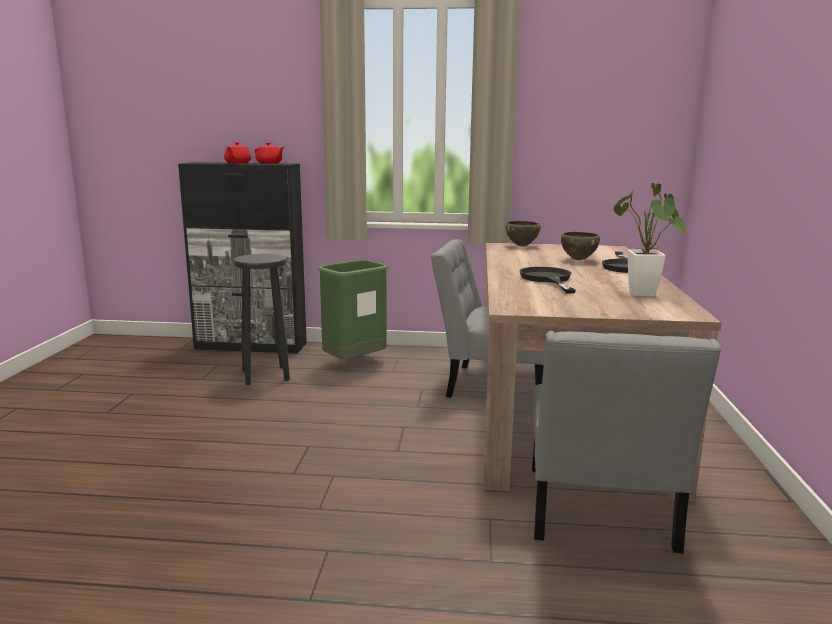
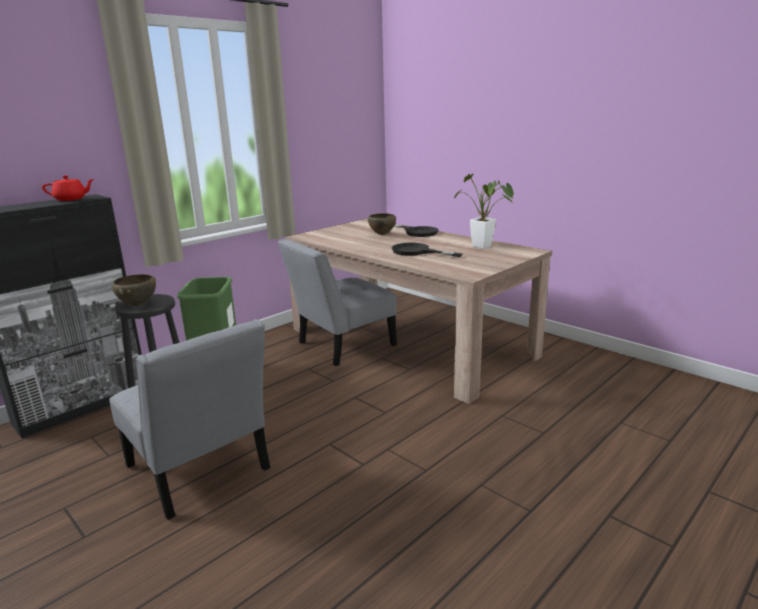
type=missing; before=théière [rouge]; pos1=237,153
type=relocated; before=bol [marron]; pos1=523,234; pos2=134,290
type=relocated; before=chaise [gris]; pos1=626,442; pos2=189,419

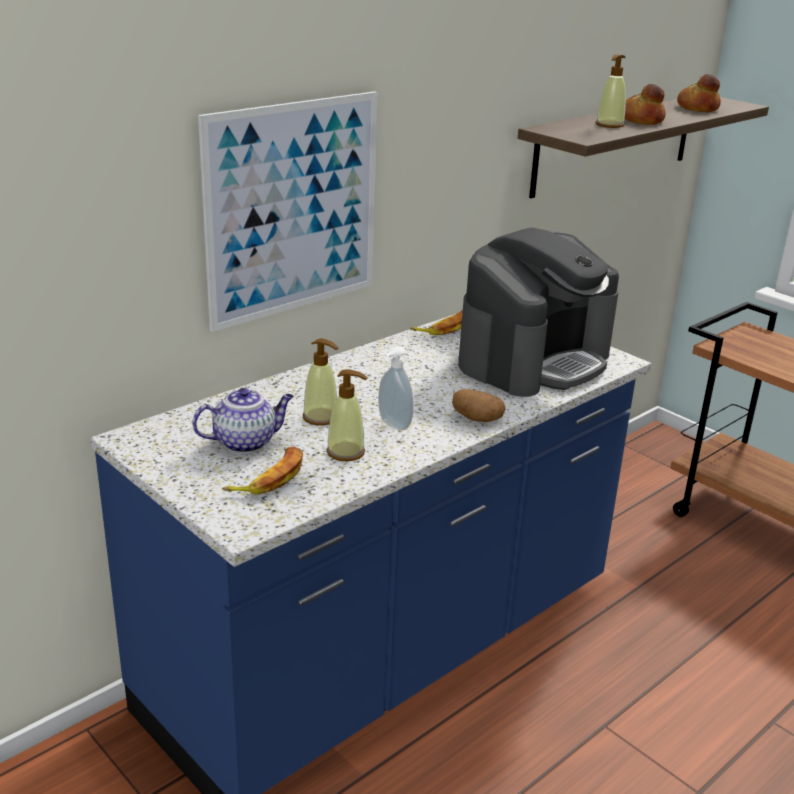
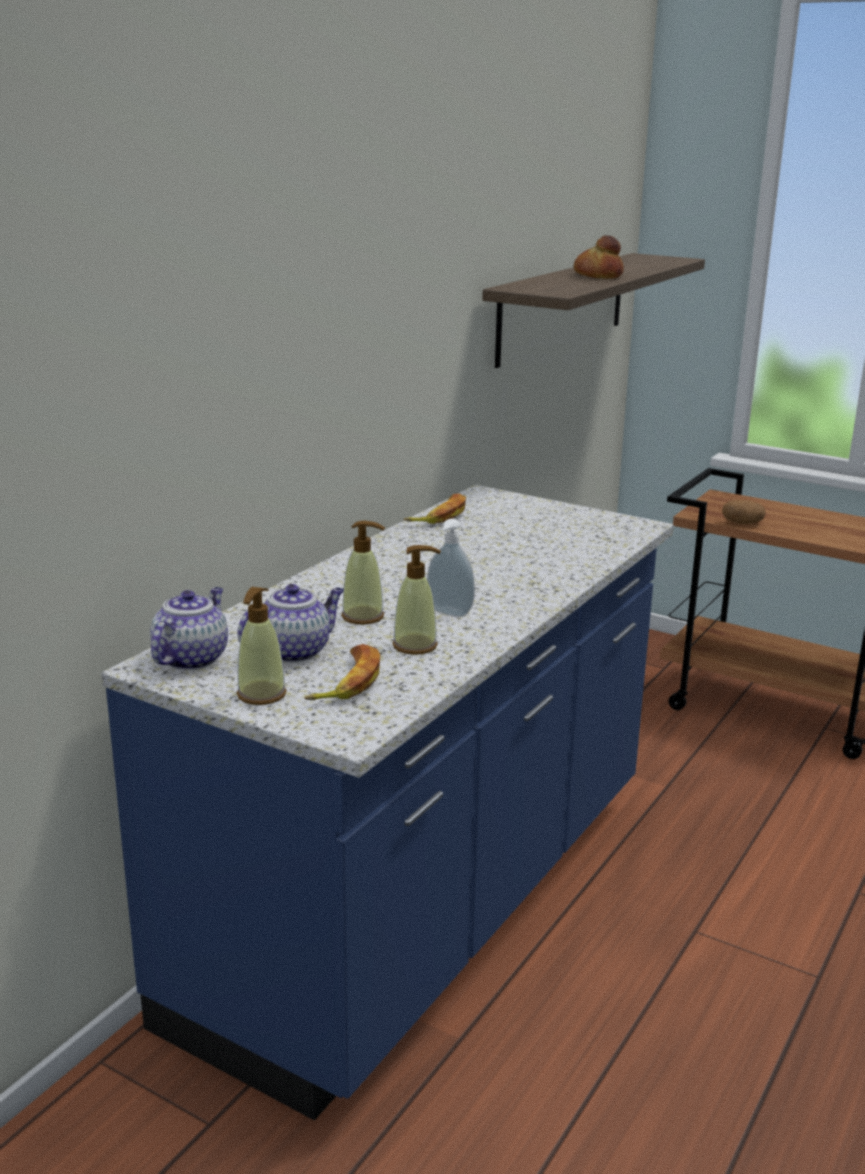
type=relocated; before=distributeur de savon; pos1=610,91; pos2=262,646
type=missing; before=pain; pos1=699,93
type=missing; before=tableau; pos1=287,211
type=missing; before=machine à café; pos1=538,312
type=relocated; before=pomme de terre; pos1=478,405; pos2=744,512
type=appeared; after=théière; pos2=189,628

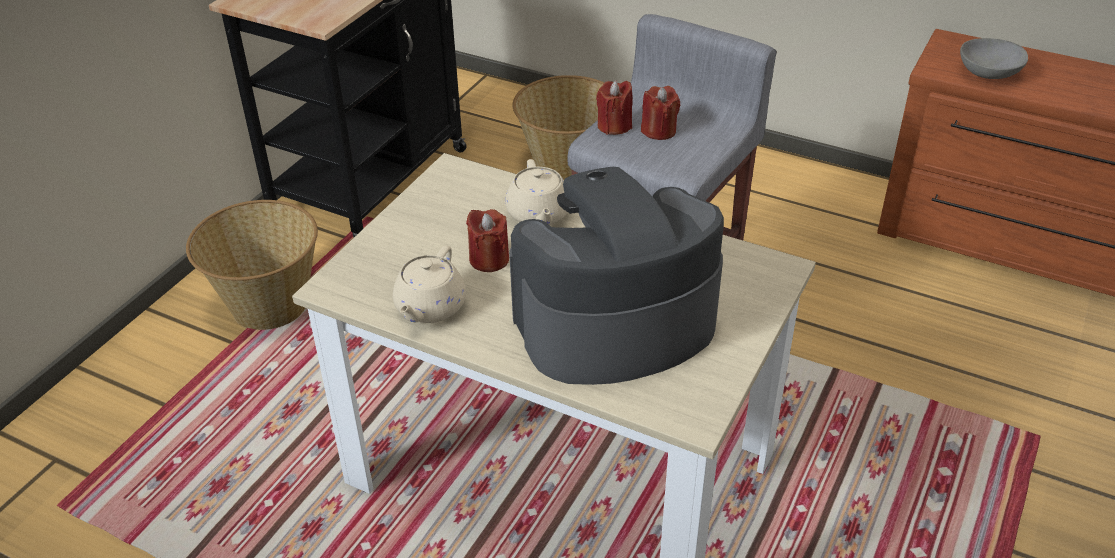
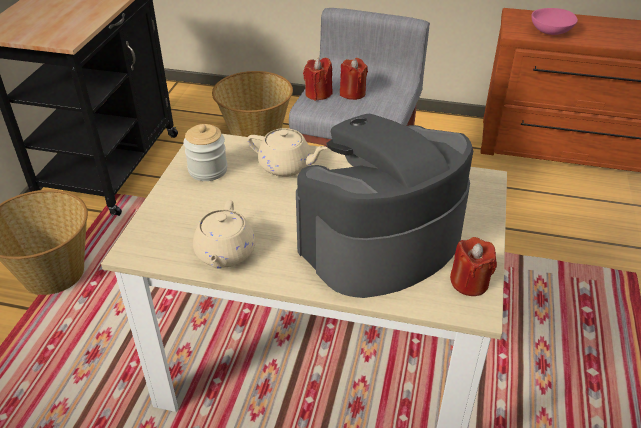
type=colour; before=bol [gris]; after=bol [rose]; pos1=994,58; pos2=554,21
type=spun; before=théière [beige]; pos1=536,192; pos2=287,152; turn=-45
type=relocated; before=bougie [rouge]; pos1=487,240; pos2=473,266
type=appeared; after=bocal; pos2=205,152

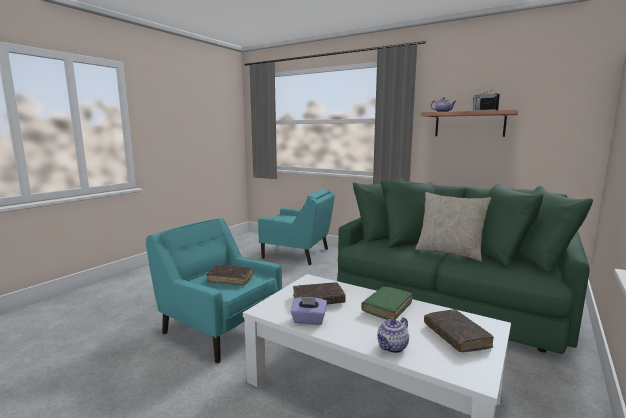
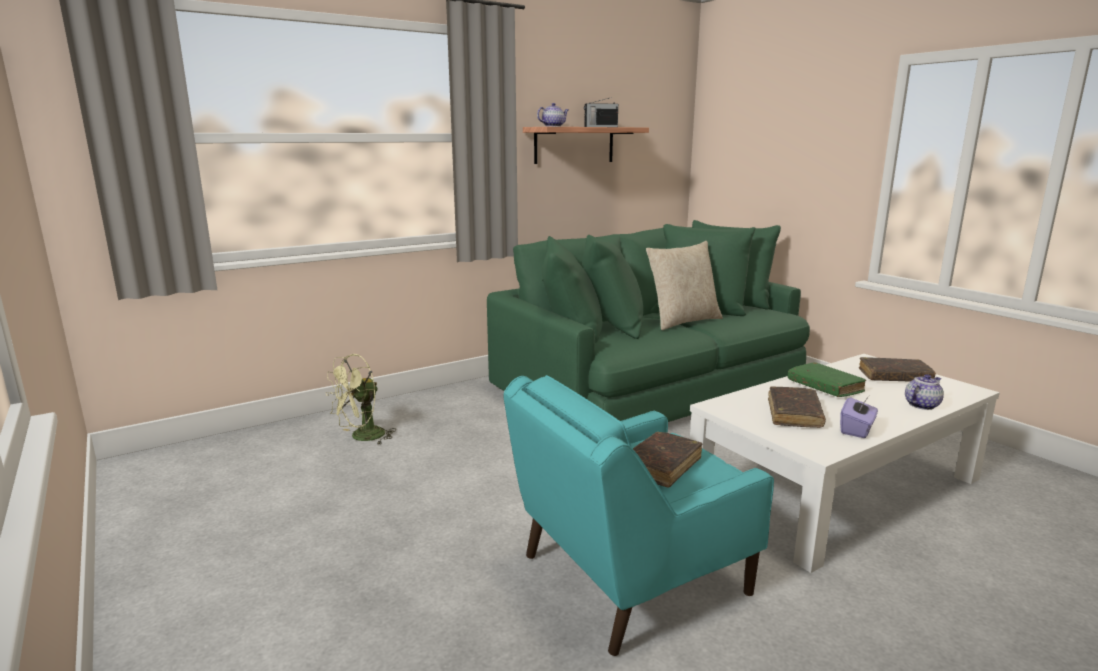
type=exchanged; before=fauteuil [turquoise]; after=ventilateur [vert]; pos1=296,227; pos2=361,399
type=spun; before=théière; pos1=393,335; pos2=924,392; turn=-105

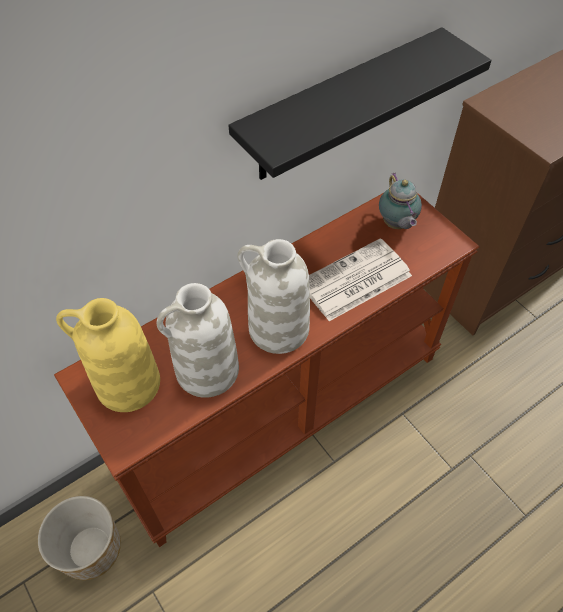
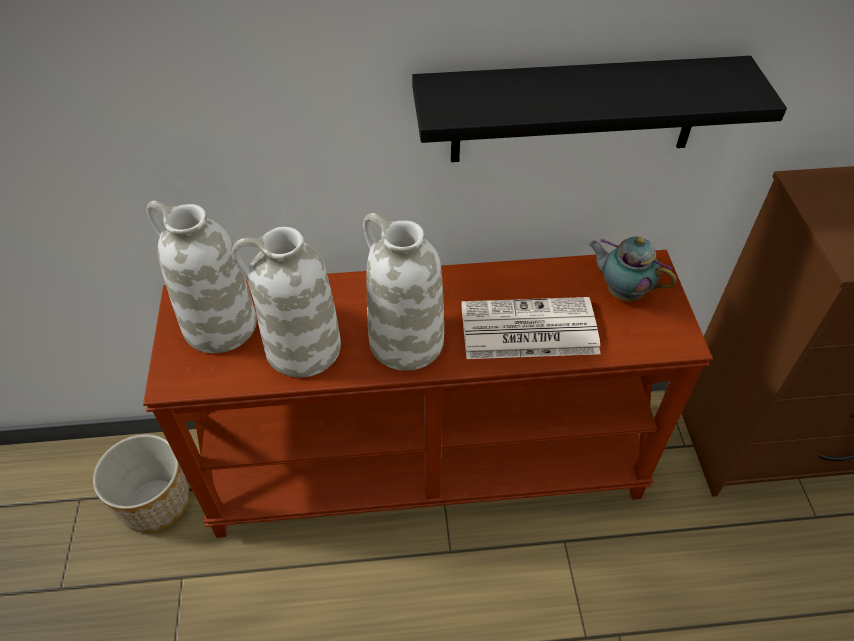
type=spun; before=théière; pos1=400,200; pos2=632,269; turn=105
type=colour; before=vase [jaune]; after=vase [blanc]; pos1=108,355; pos2=202,277

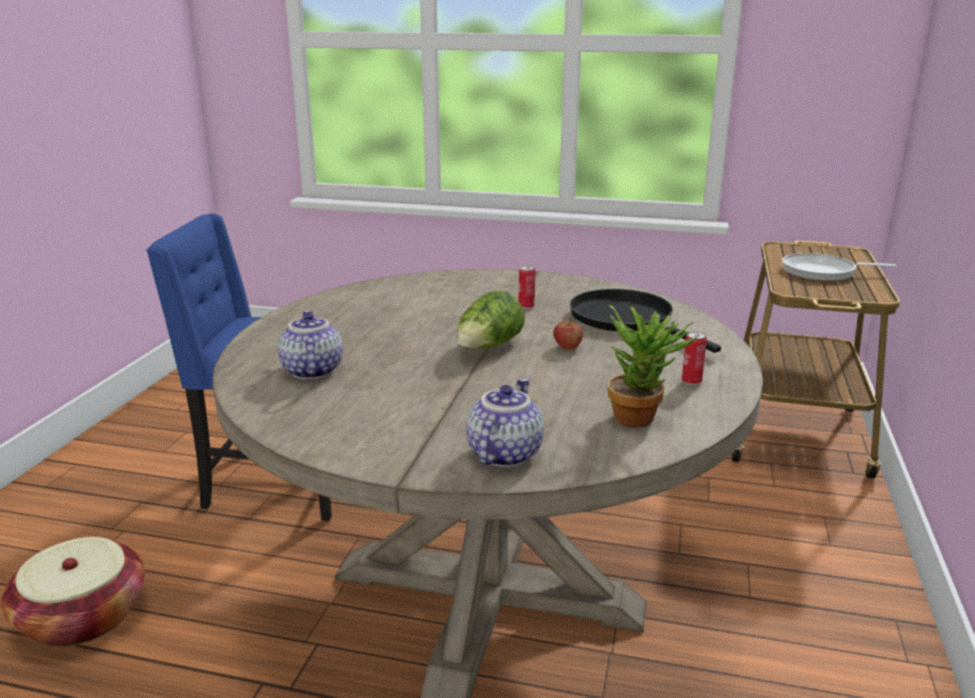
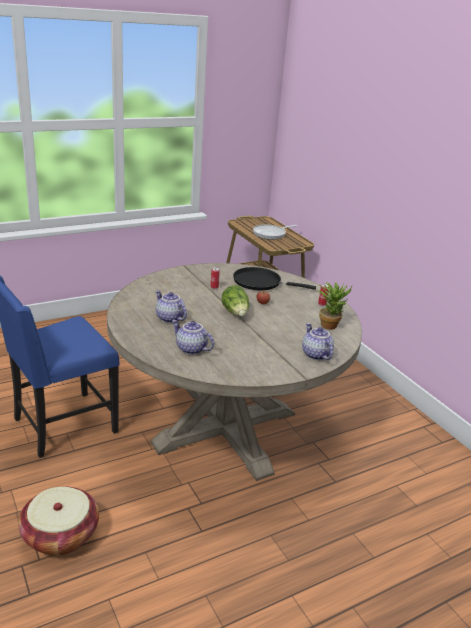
type=appeared; after=théière; pos2=171,306

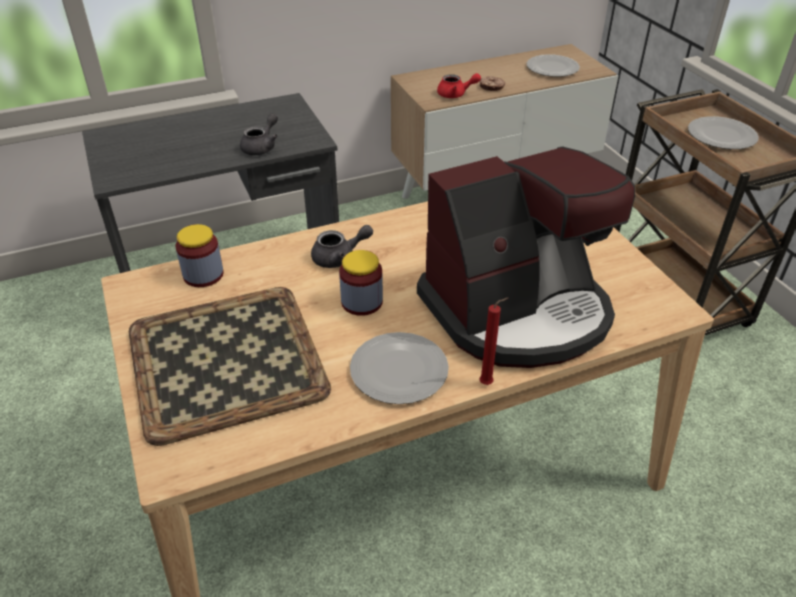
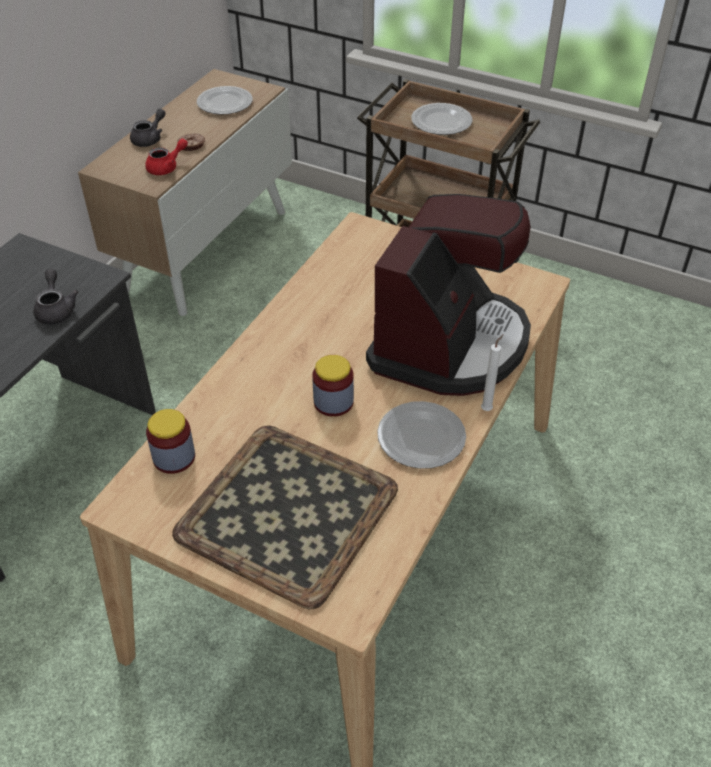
type=relocated; before=théière [gris]; pos1=342,246; pos2=148,128
type=colour; before=bougie [rouge]; after=bougie [blanc]; pos1=493,341; pos2=492,372

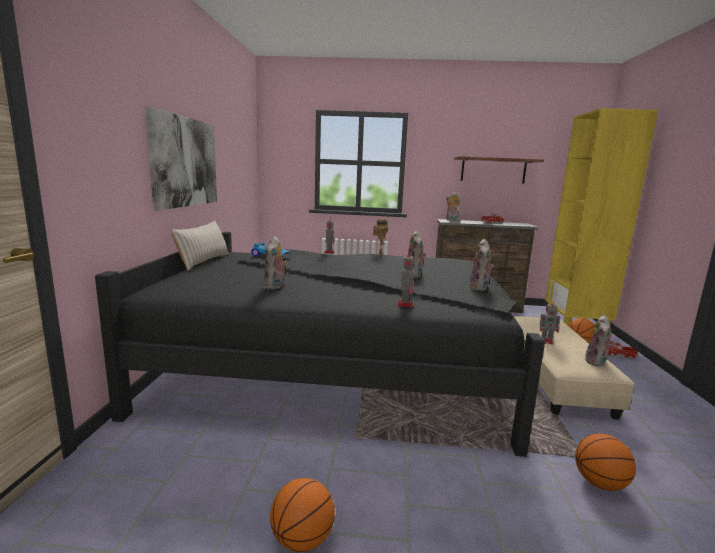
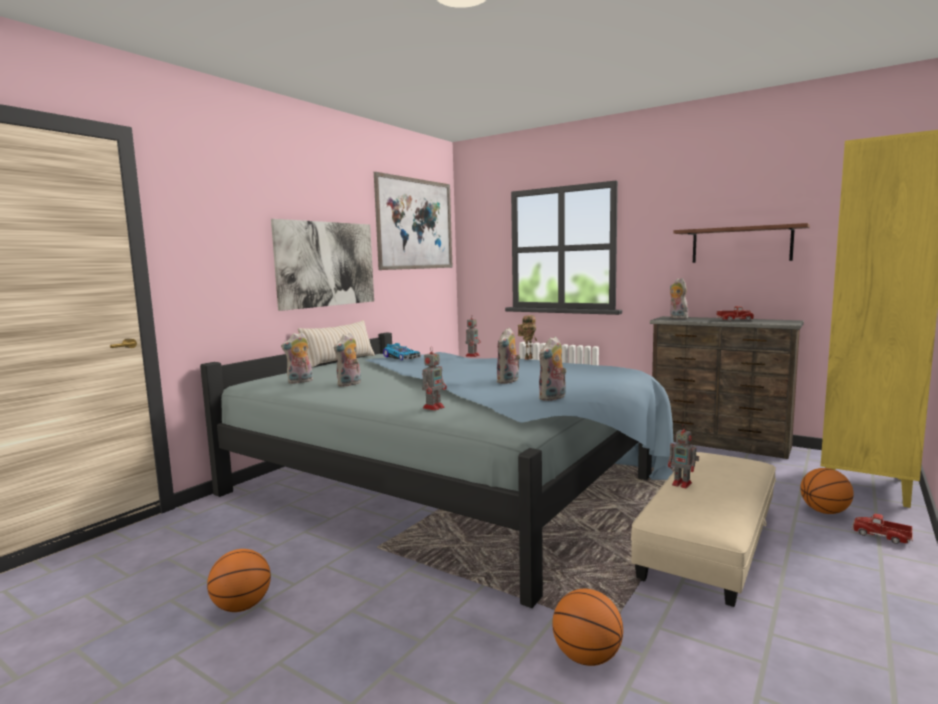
type=colour; before=lit [noir]; after=lit [bleu]; pos1=320,344; pos2=436,470
type=relocated; before=peluche; pos1=599,341; pos2=297,358
type=appeared; after=tableau; pos2=413,221

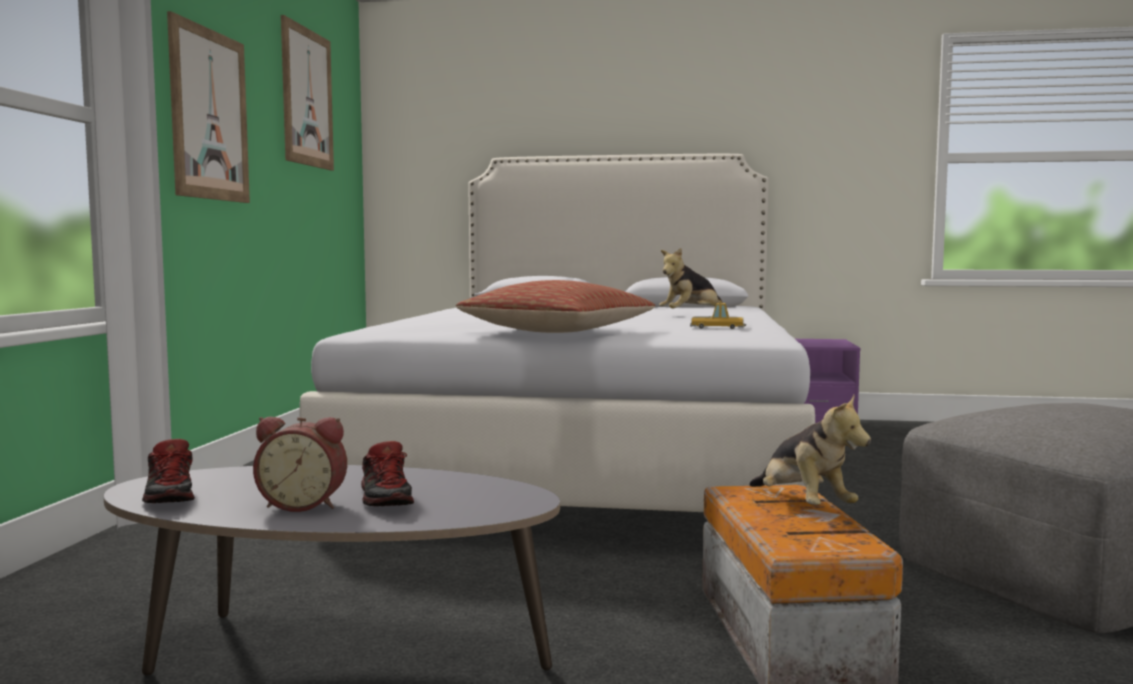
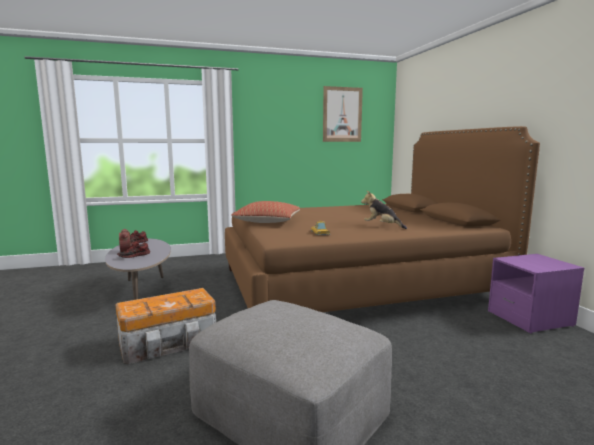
type=missing; before=tableau; pos1=208,107
type=colour; before=lit [blanc]; after=lit [marron]; pos1=557,333; pos2=382,219
type=missing; before=peluche; pos1=810,450

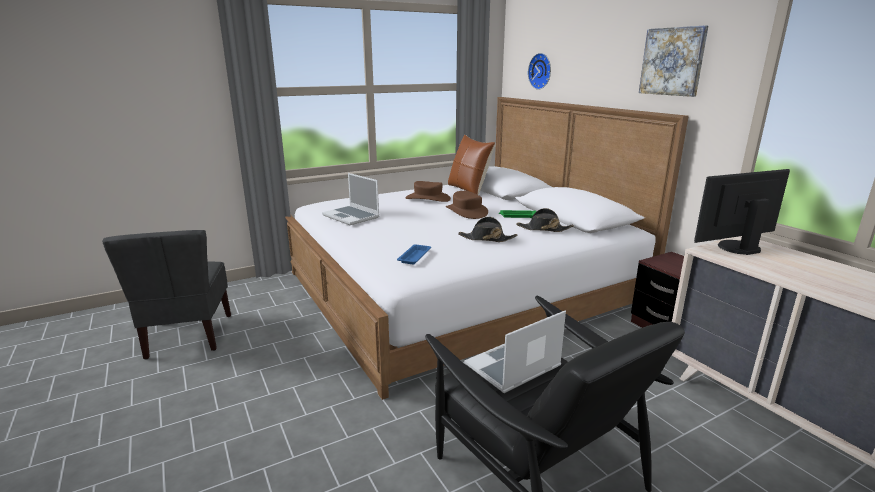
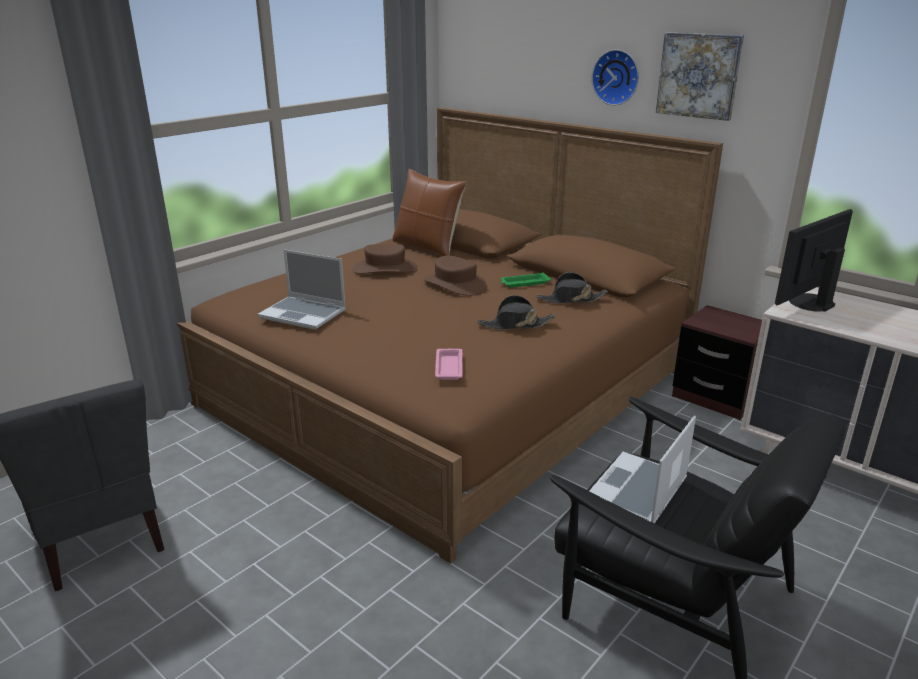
type=relocated; before=horloge murale; pos1=539,71; pos2=615,77
type=colour; before=lit [blanc]; after=lit [marron]; pos1=487,248; pos2=450,335
type=colour; before=plateau [bleu]; after=plateau [rose]; pos1=414,254; pos2=449,364

